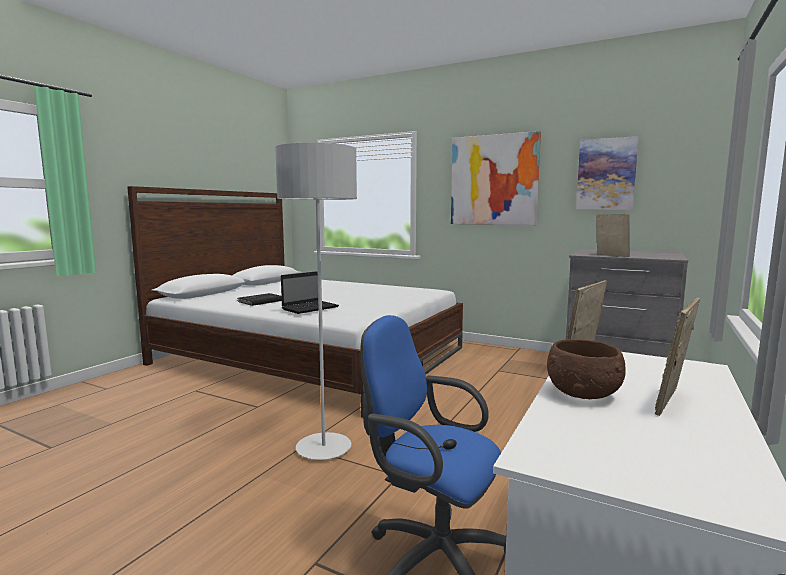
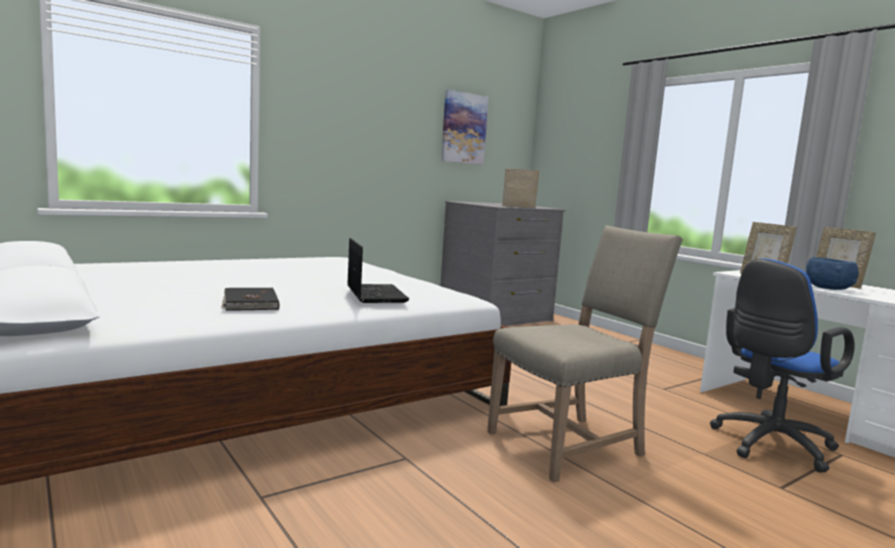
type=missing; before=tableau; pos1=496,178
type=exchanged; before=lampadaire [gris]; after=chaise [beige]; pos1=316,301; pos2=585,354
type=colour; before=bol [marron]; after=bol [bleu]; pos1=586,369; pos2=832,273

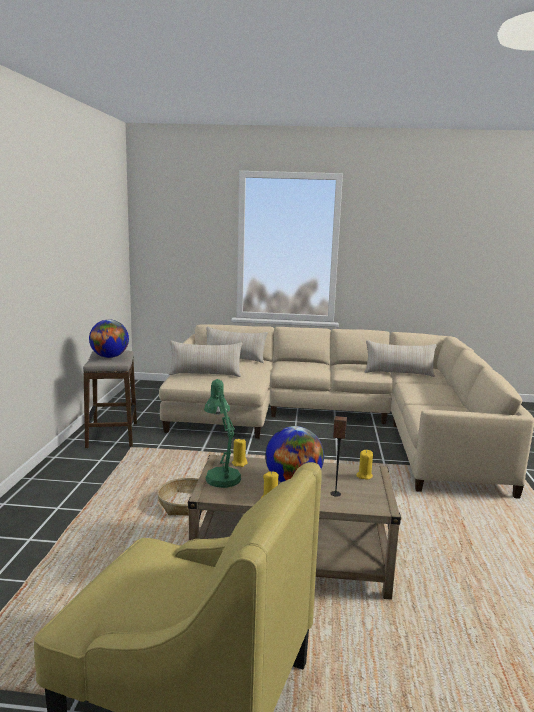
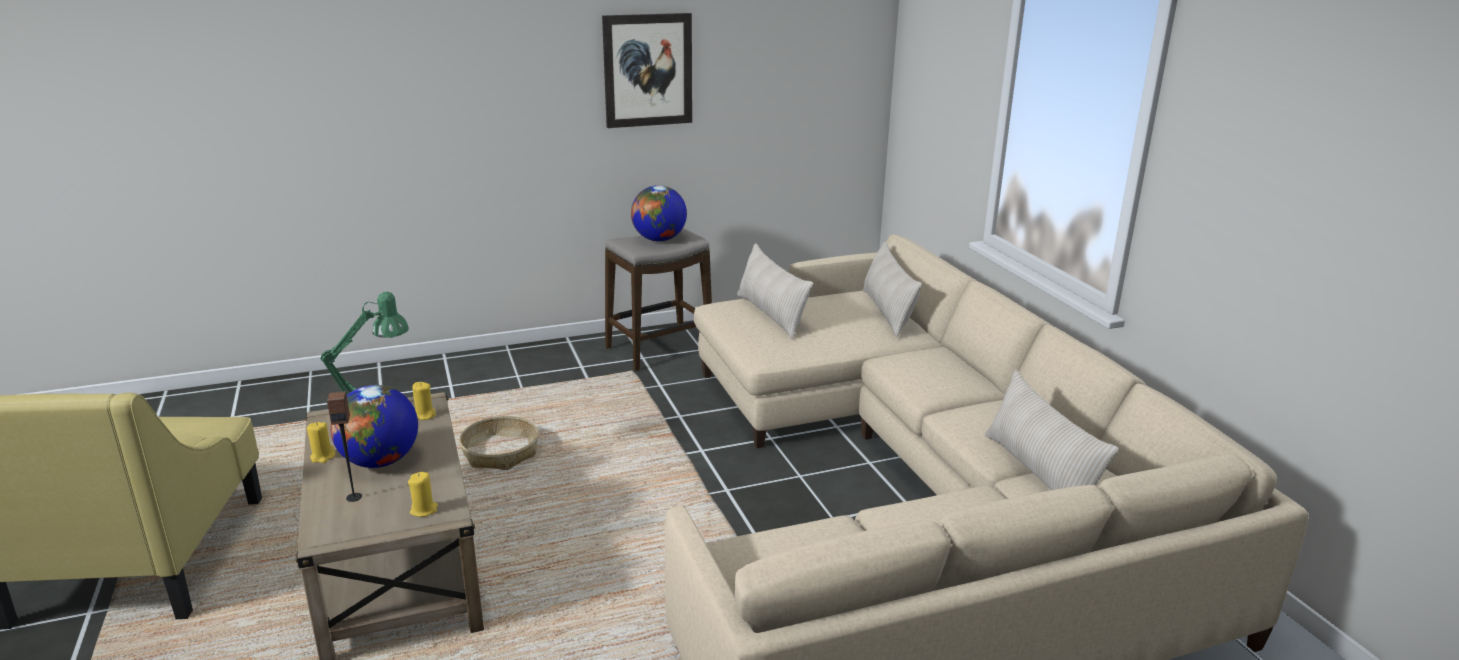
type=appeared; after=tableau; pos2=647,70

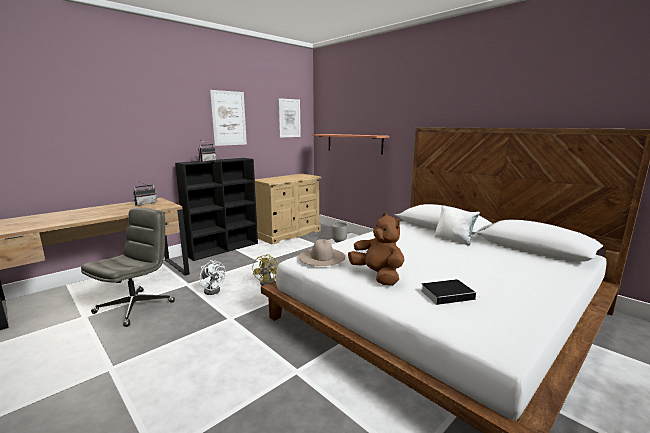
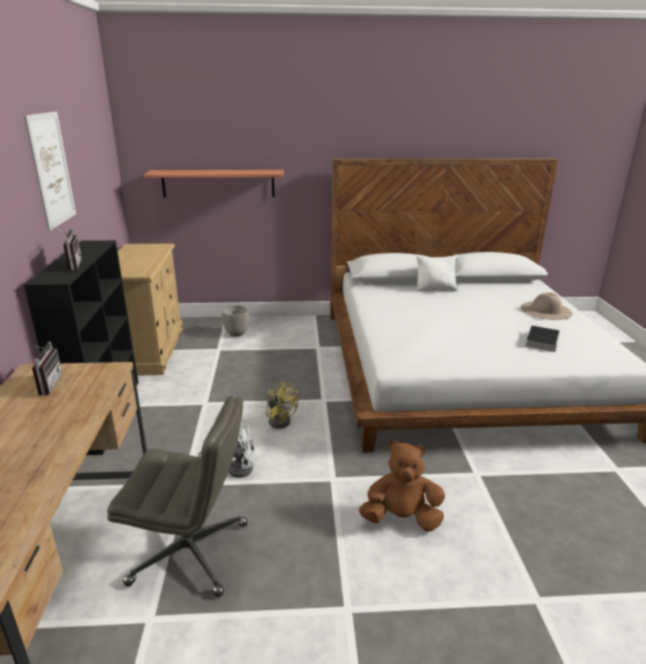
type=missing; before=tableau; pos1=289,118
type=spun; before=chaise de bureau [gris]; pos1=128,267; pos2=177,496; turn=120
type=relocated; before=peluche [marron]; pos1=376,249; pos2=402,486
type=relocated; before=chapeau [beige]; pos1=321,252; pos2=546,306

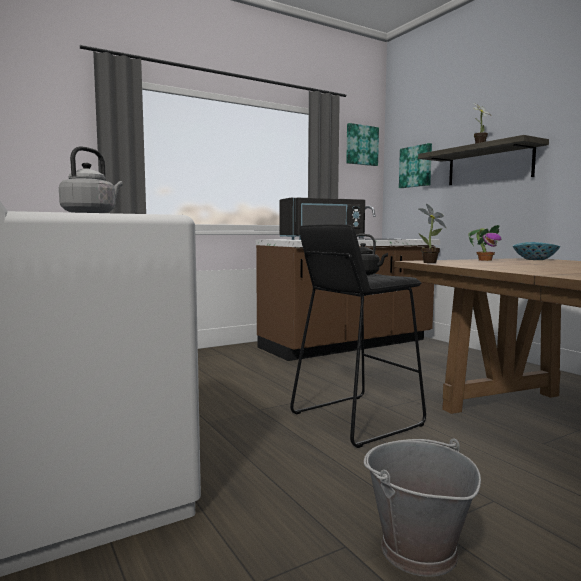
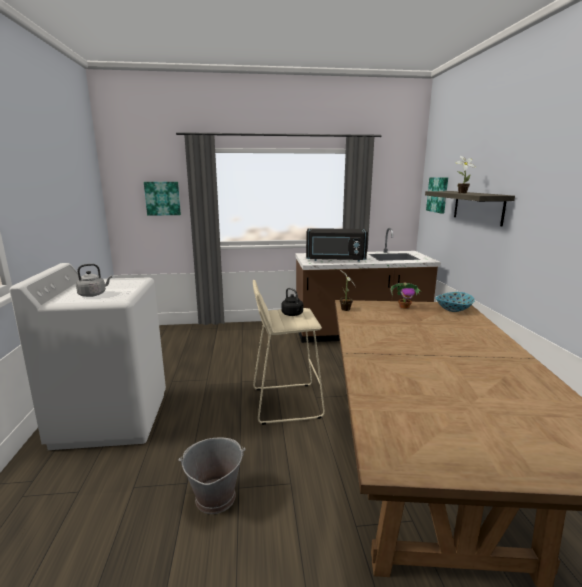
type=relocated; before=tableau; pos1=362,144; pos2=162,199
type=colour; before=tabouret [noir]; after=tabouret [beige]; pos1=358,336; pos2=289,352

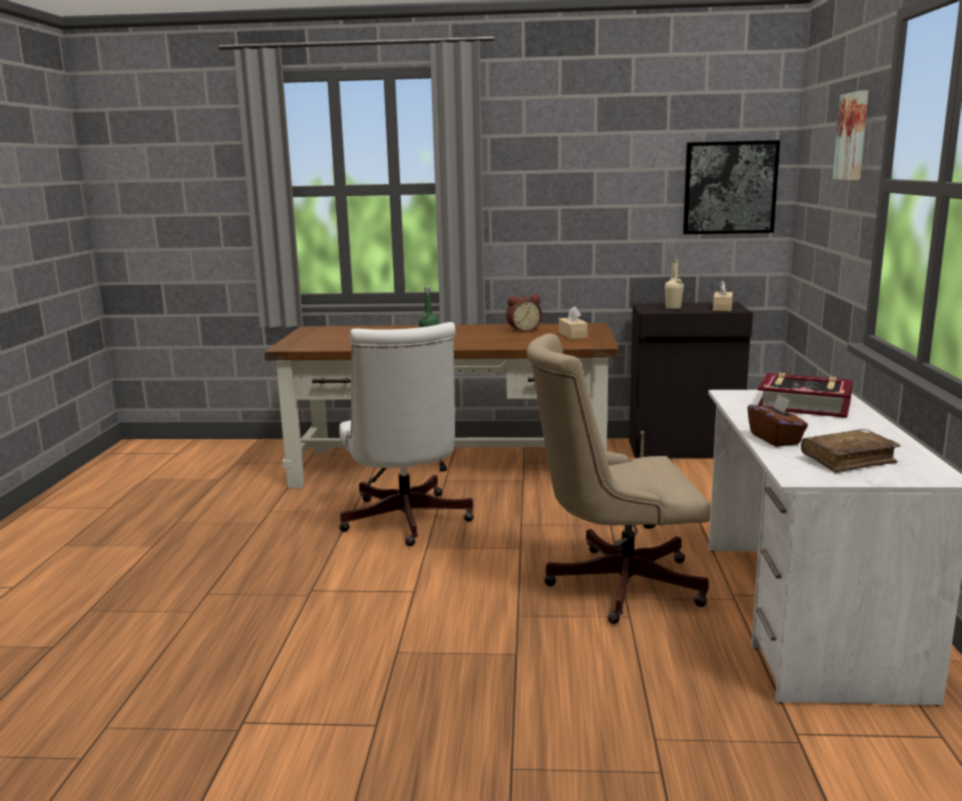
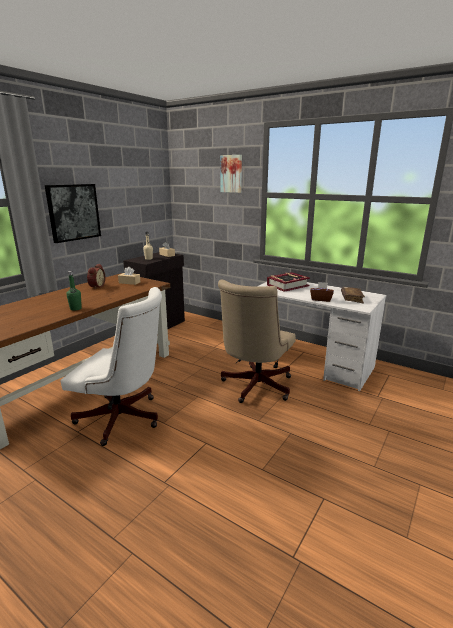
type=relocated; before=tableau; pos1=731,187; pos2=73,213

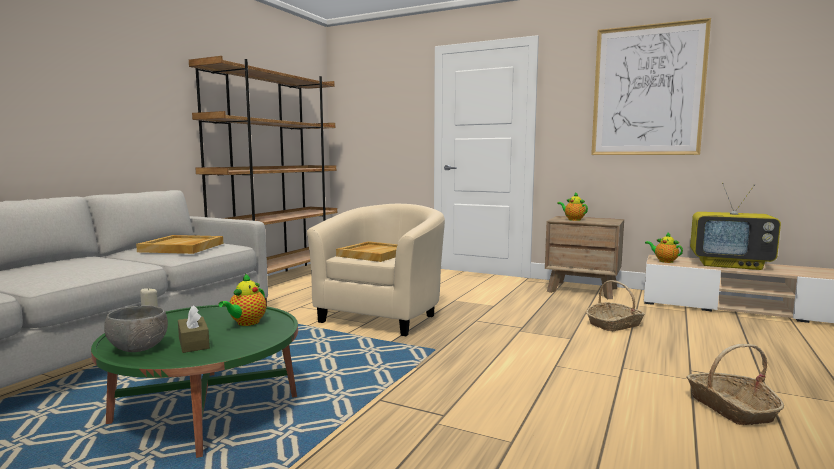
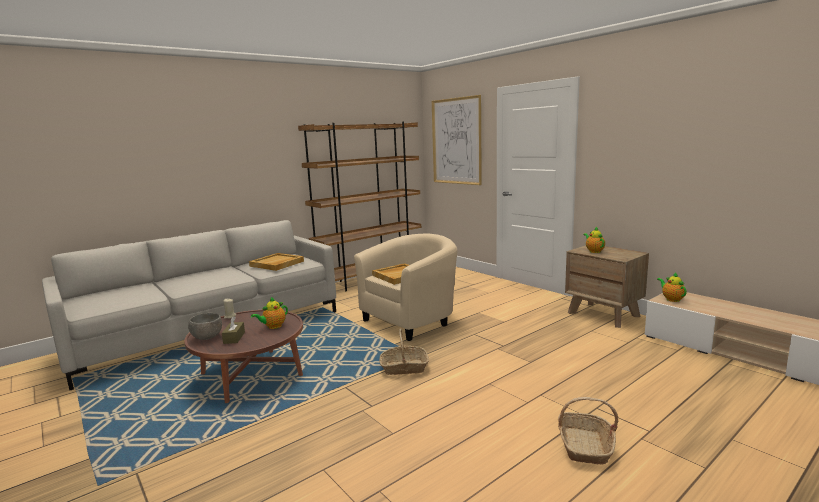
type=relocated; before=tableau; pos1=651,86; pos2=457,140
type=missing; before=téléviseur; pos1=735,226
type=relocated; before=panier; pos1=615,305; pos2=404,351
type=colour; before=table basse [vert]; after=table basse [marron]; pos1=194,381; pos2=243,356

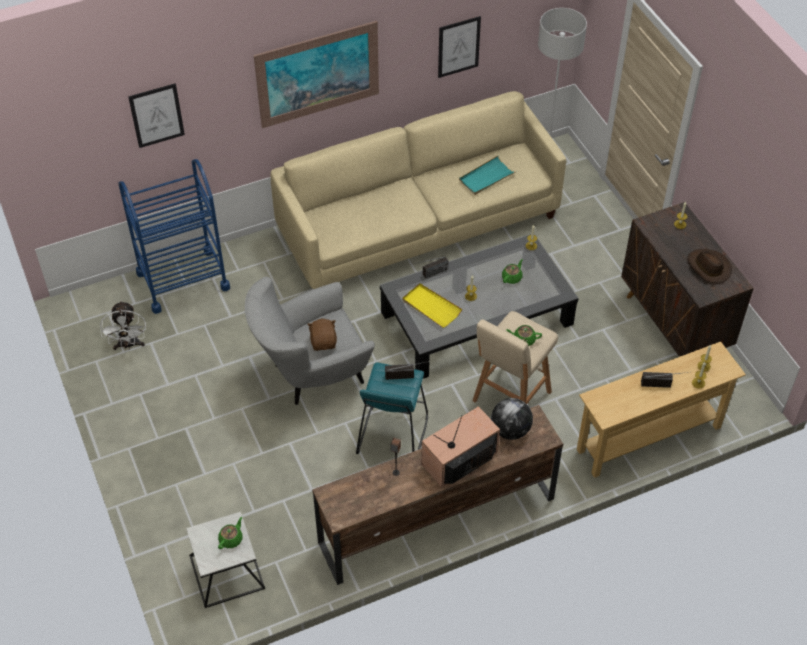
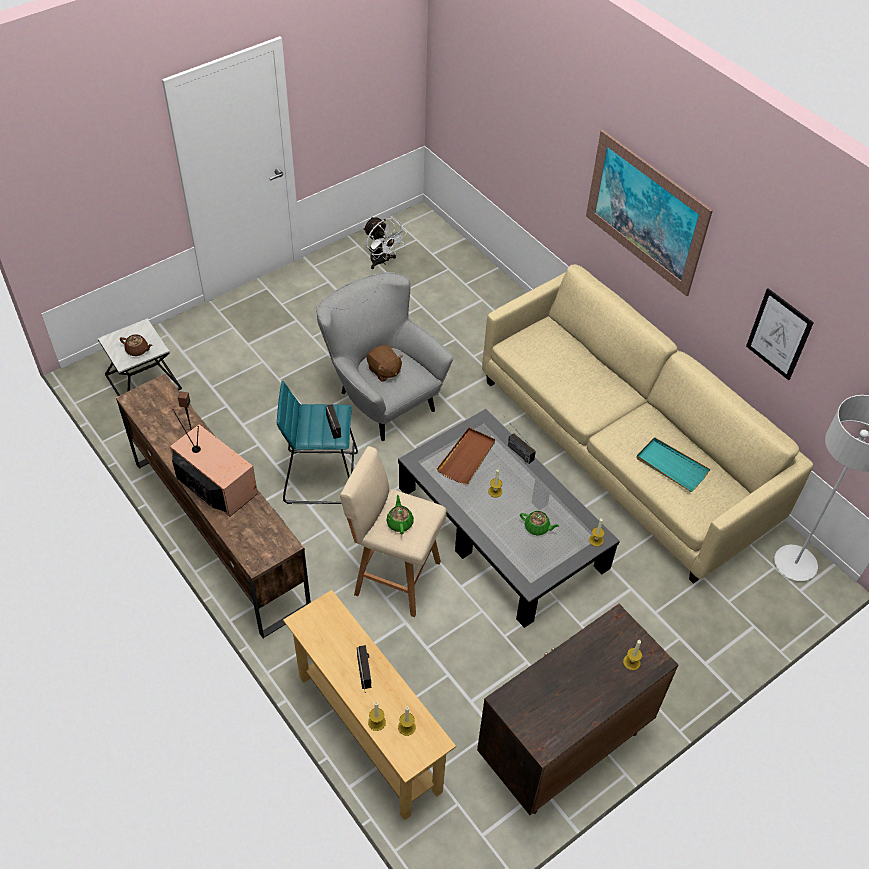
type=missing; before=tableau; pos1=156,115
type=missing; before=chariot [bleu]; pos1=174,236
type=missing; before=chapeau [marron]; pos1=709,266
type=colour; before=plateau [jaune]; after=plateau [marron]; pos1=432,305; pos2=466,456
type=spun; before=ventilateur [blanc]; pos1=123,325; pos2=385,243; turn=-105
type=spun; before=peluche [marron]; pos1=322,335; pos2=385,363; turn=75
type=missing; before=globe; pos1=512,419
type=colour; before=théière [vert]; after=théière [marron]; pos1=230,533; pos2=136,345

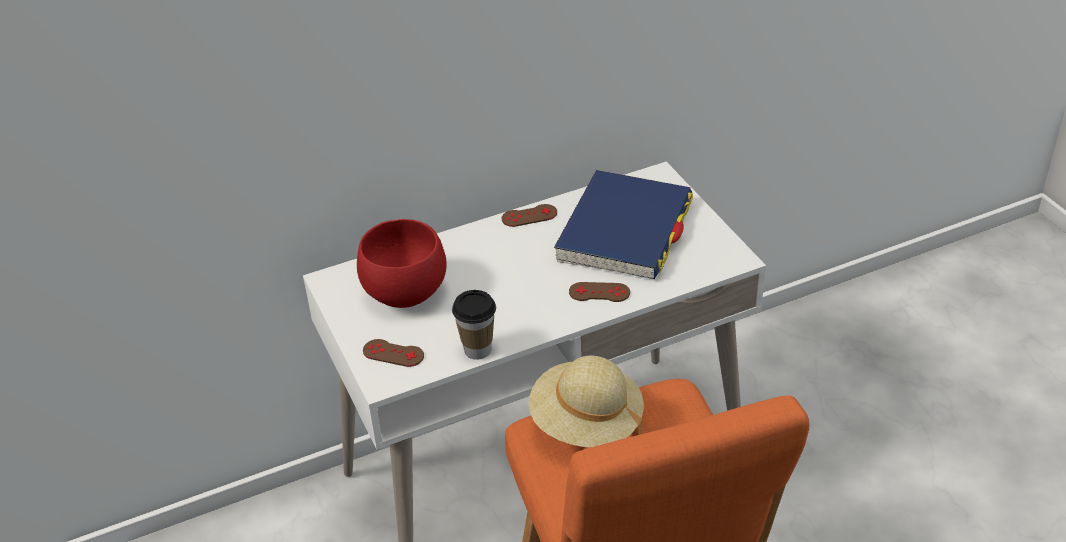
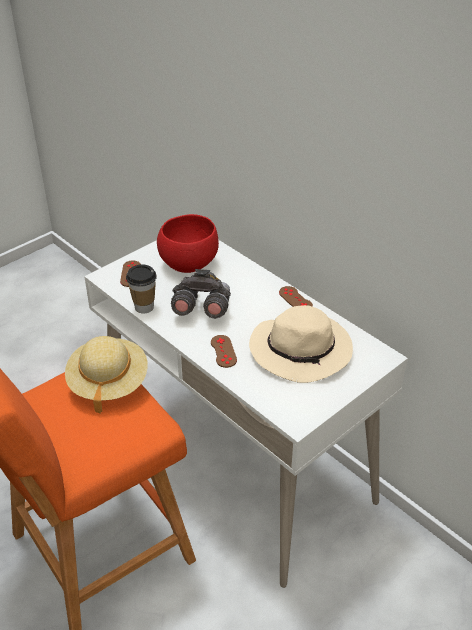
type=exchanged; before=livre [bleu]; after=chapeau [beige]; pos1=623,224; pos2=301,344
type=appeared; after=jumelles [gris]; pos2=201,294

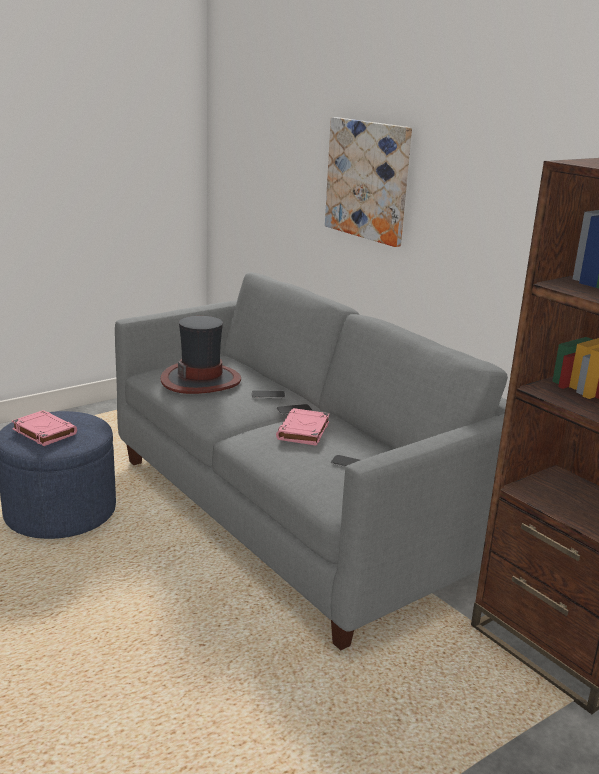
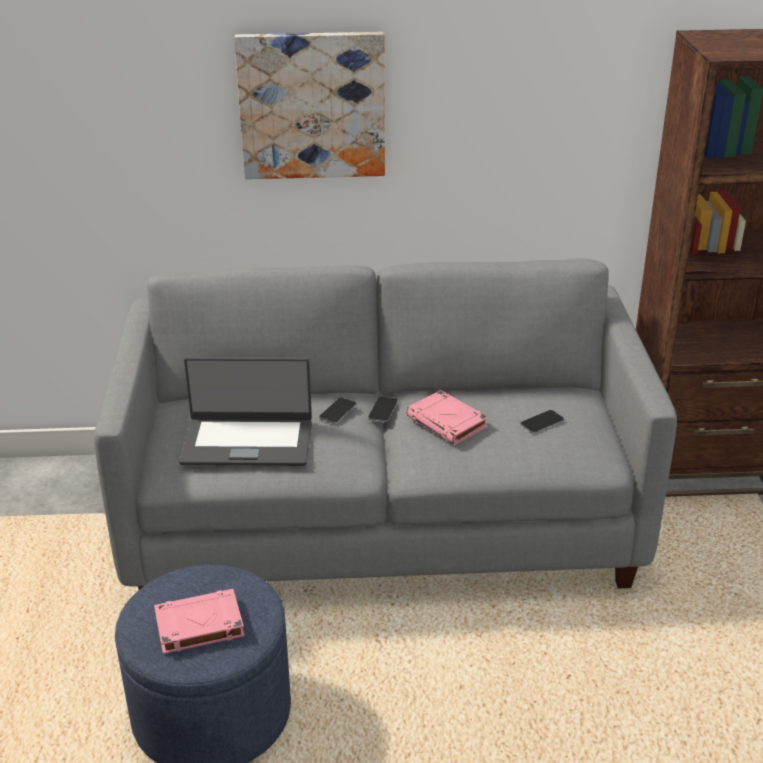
type=exchanged; before=chapeau; after=ordinateur portable; pos1=200,355; pos2=245,411

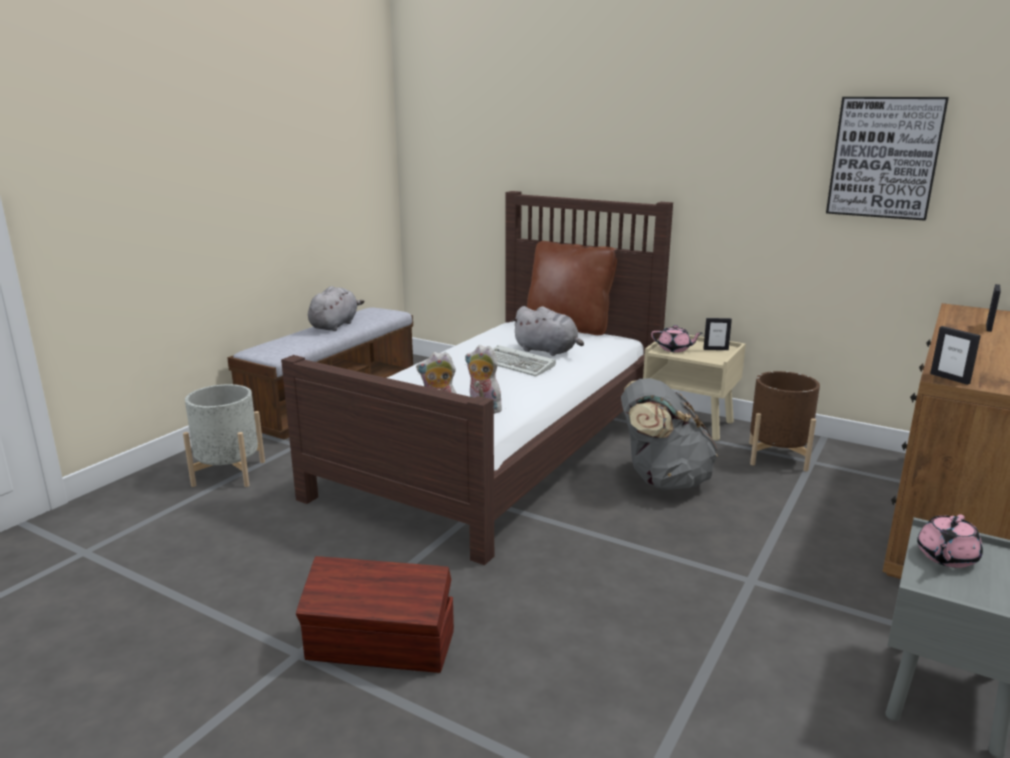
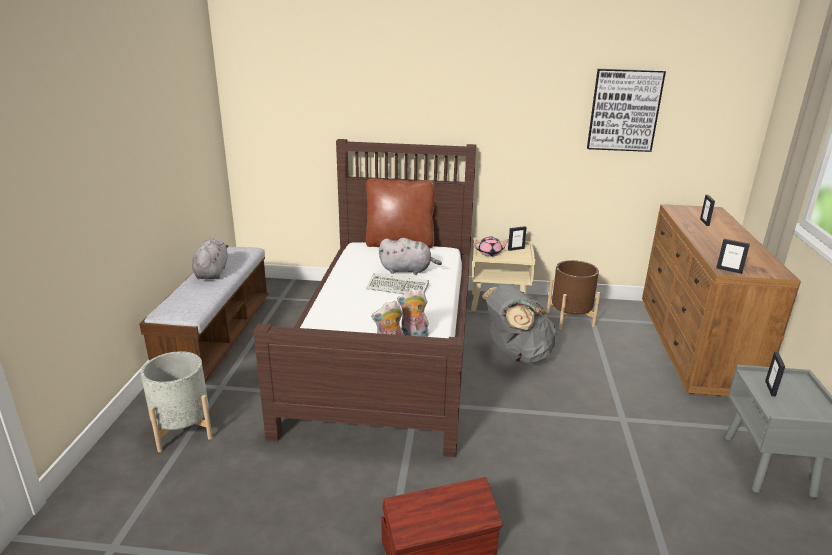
type=exchanged; before=théière [rose]; after=cadre photo; pos1=950,541; pos2=775,374

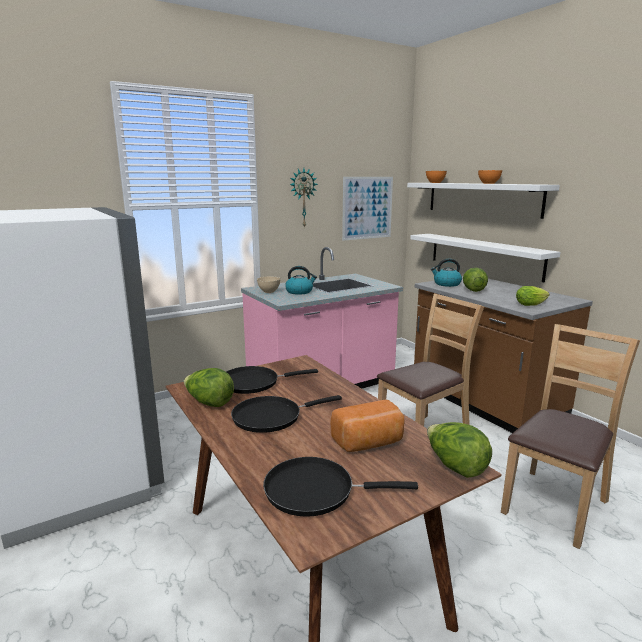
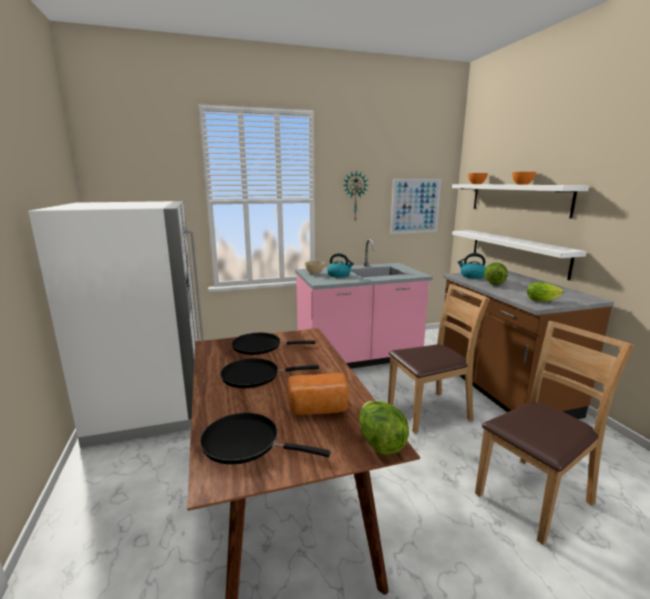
type=missing; before=laitue; pos1=208,387

